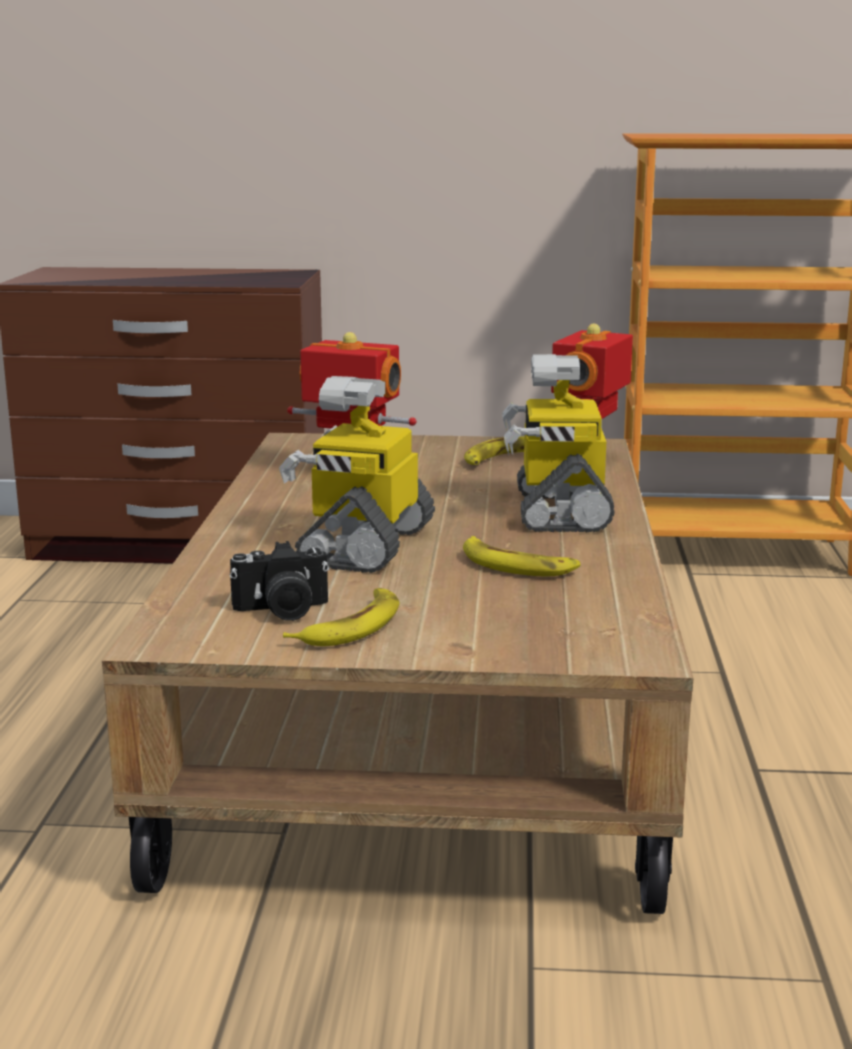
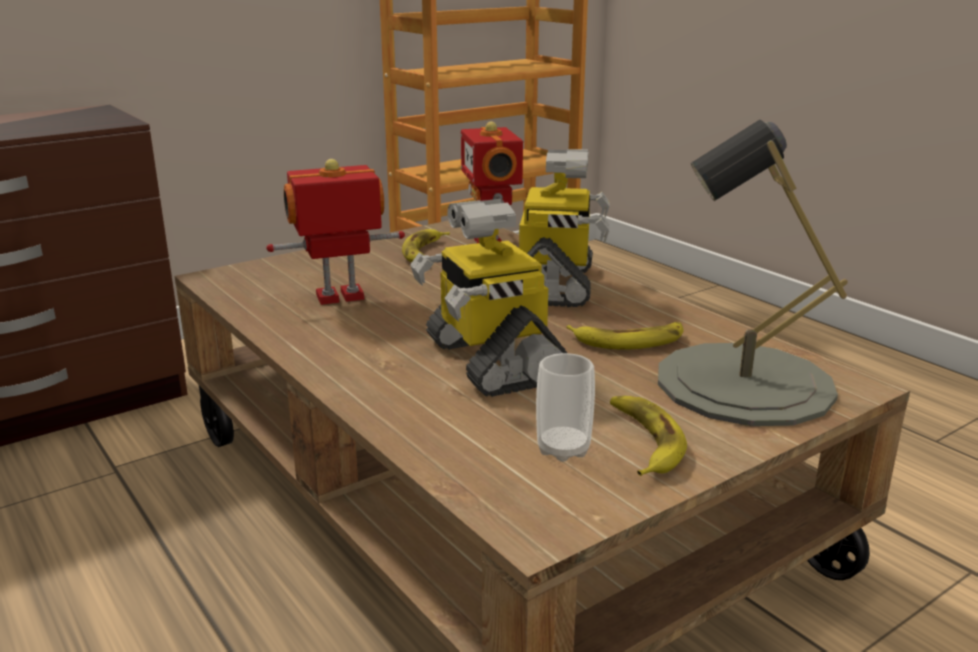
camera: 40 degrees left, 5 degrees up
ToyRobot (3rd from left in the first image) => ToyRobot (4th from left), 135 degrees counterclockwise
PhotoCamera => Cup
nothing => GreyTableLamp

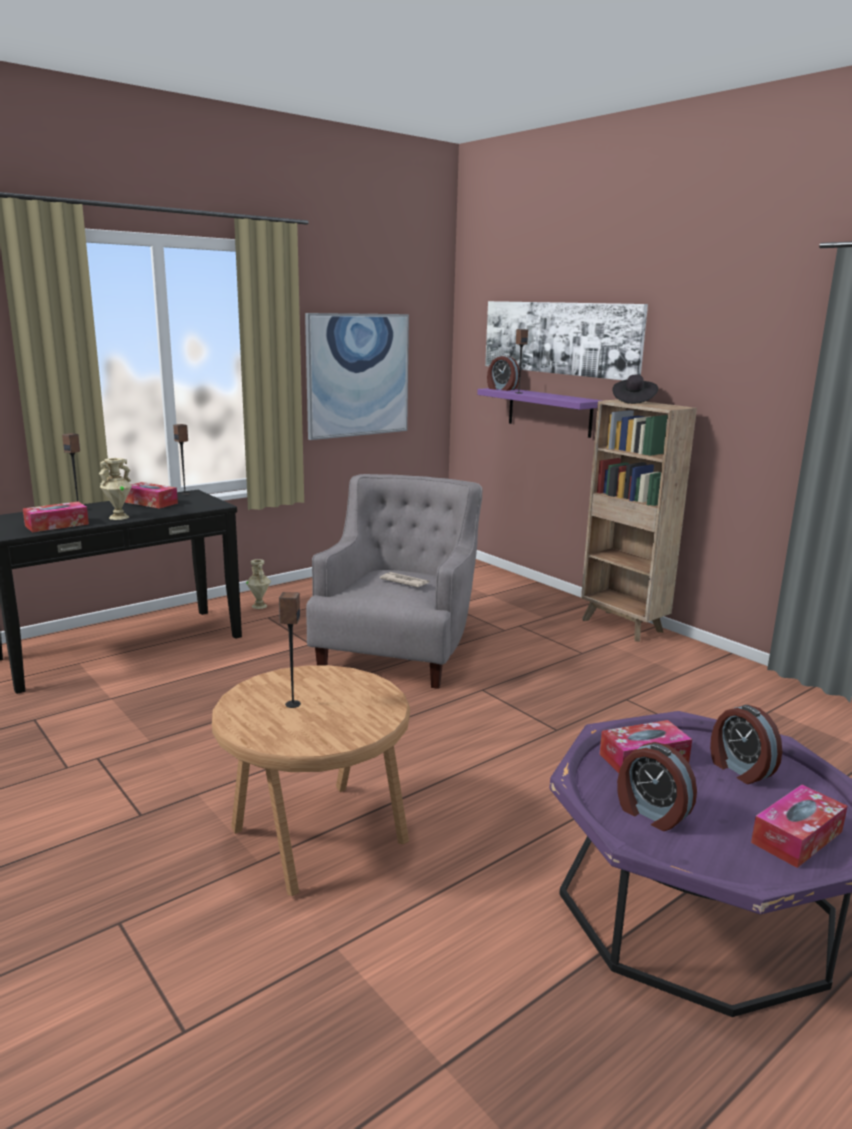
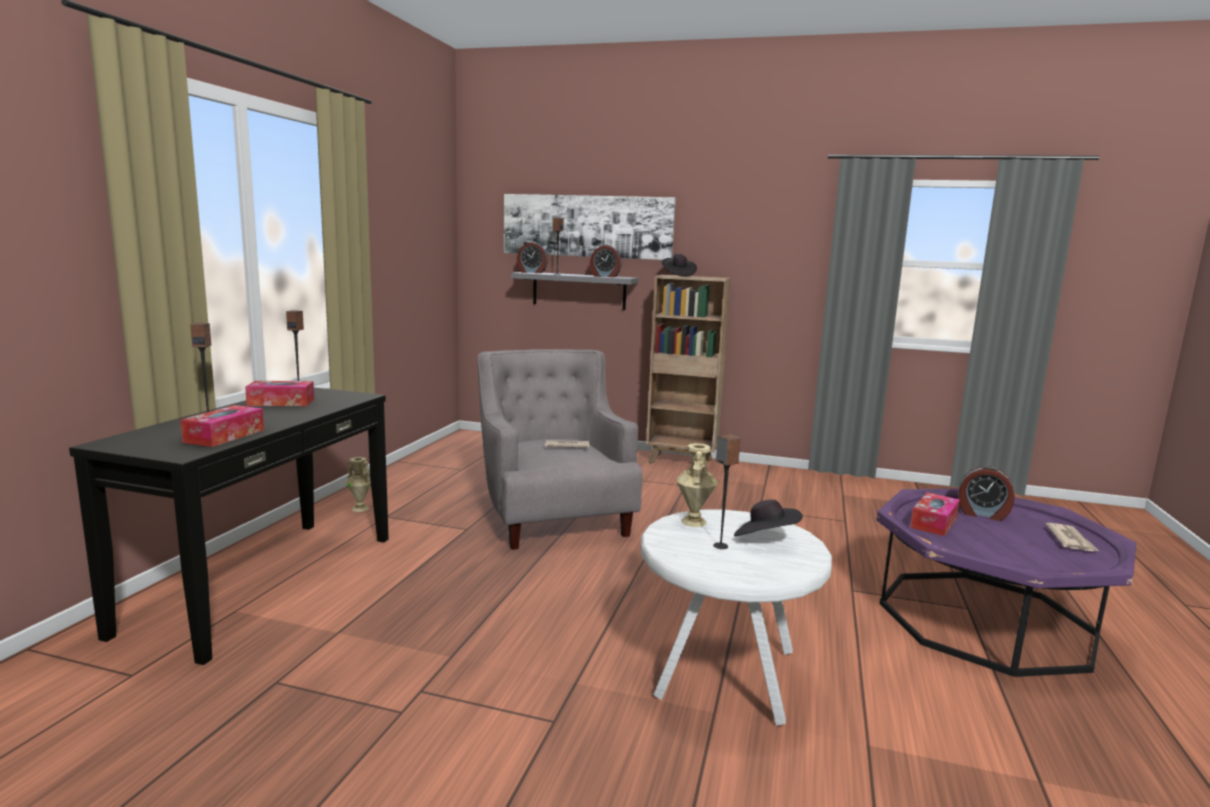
camera: 35 degrees left, 5 degrees down
PurpleShelf => GreyShelf
AlarmClock (2nd from left), moved
BrownSideTable => WhiteSideTable
BeigeVase (1st from left in the first image) => BeigeVase (2nd from left), moved
nothing => BlackHat (2nd from left)
TissueBox (4th from left) => Newspaper (2nd from left)
Picture (1st from left) => nothing

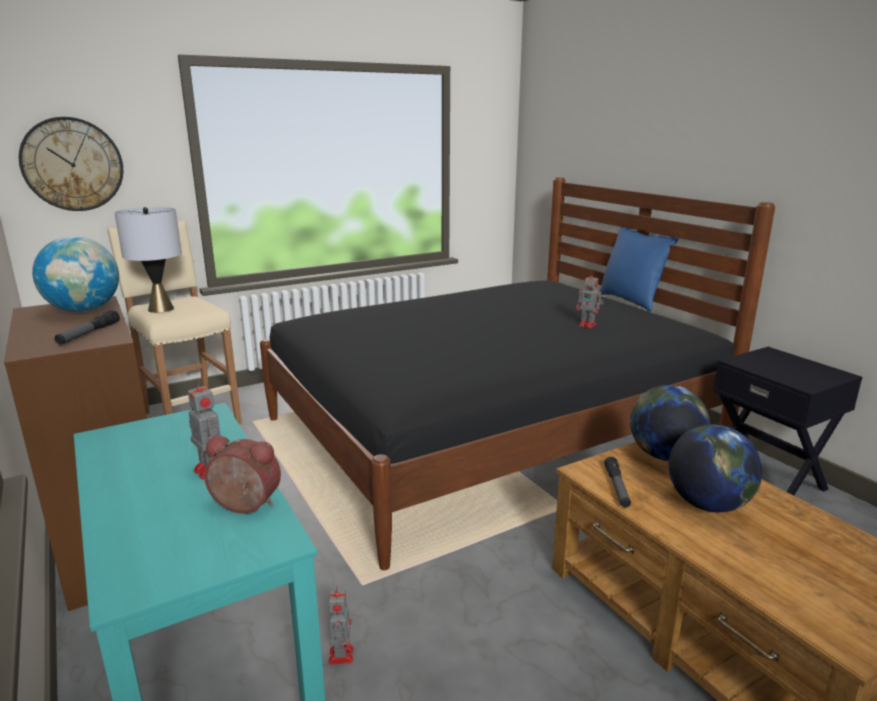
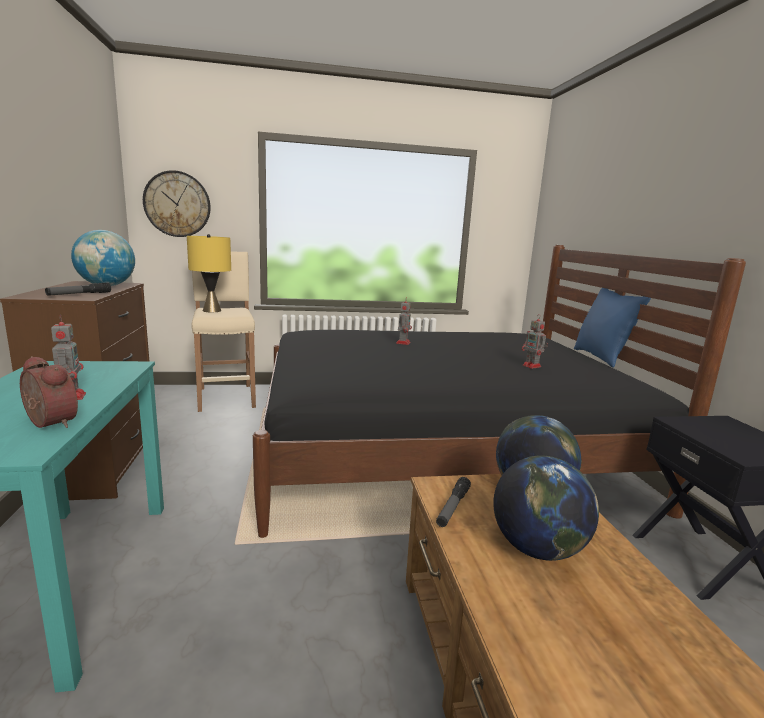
camera: 20 degrees right, 5 degrees down
GreyTableLamp => YellowTableLamp
ToyRobot (2nd from left), moved

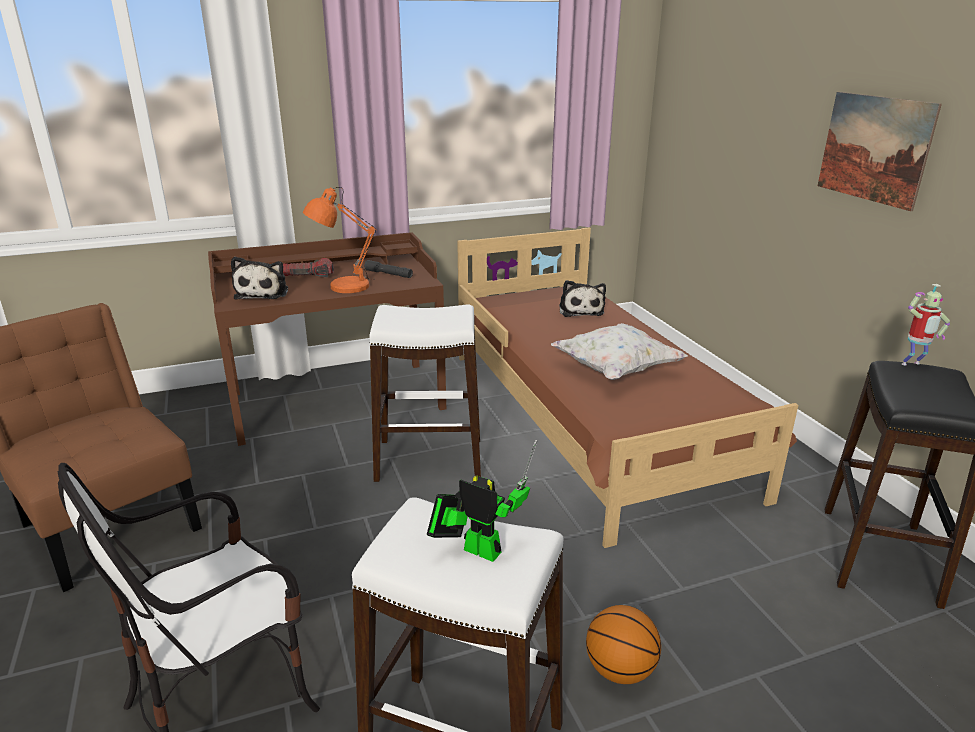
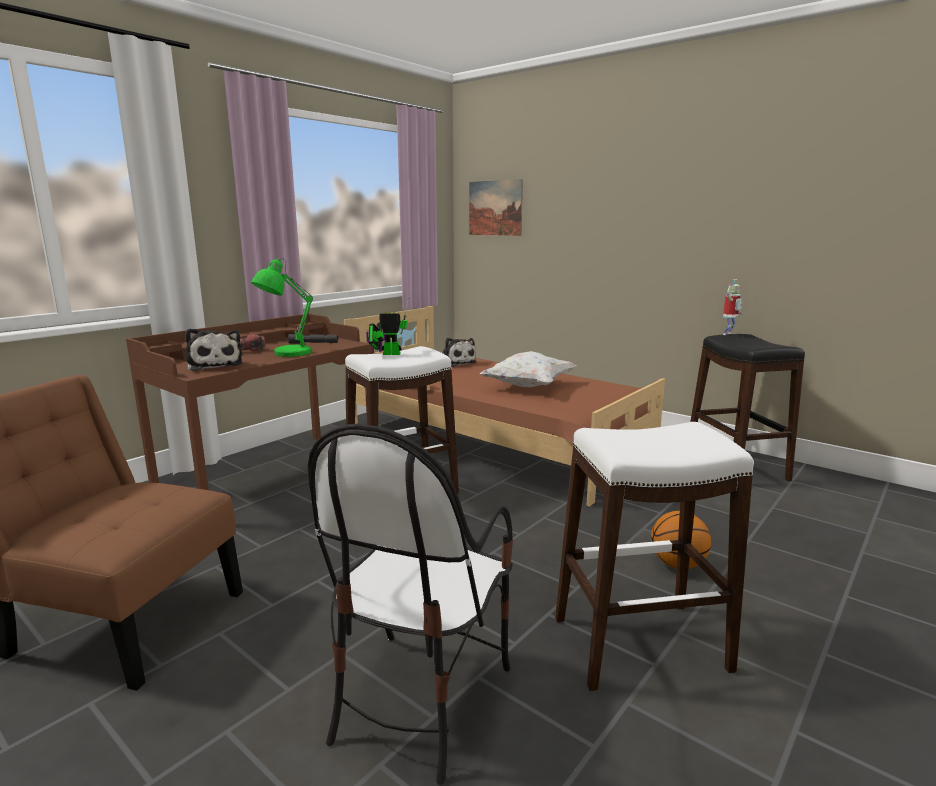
camera: 30 degrees left, 10 degrees down
OrangeTableLamp => GreenTableLamp
ToyRobot (1st from left), moved
Picture, moved

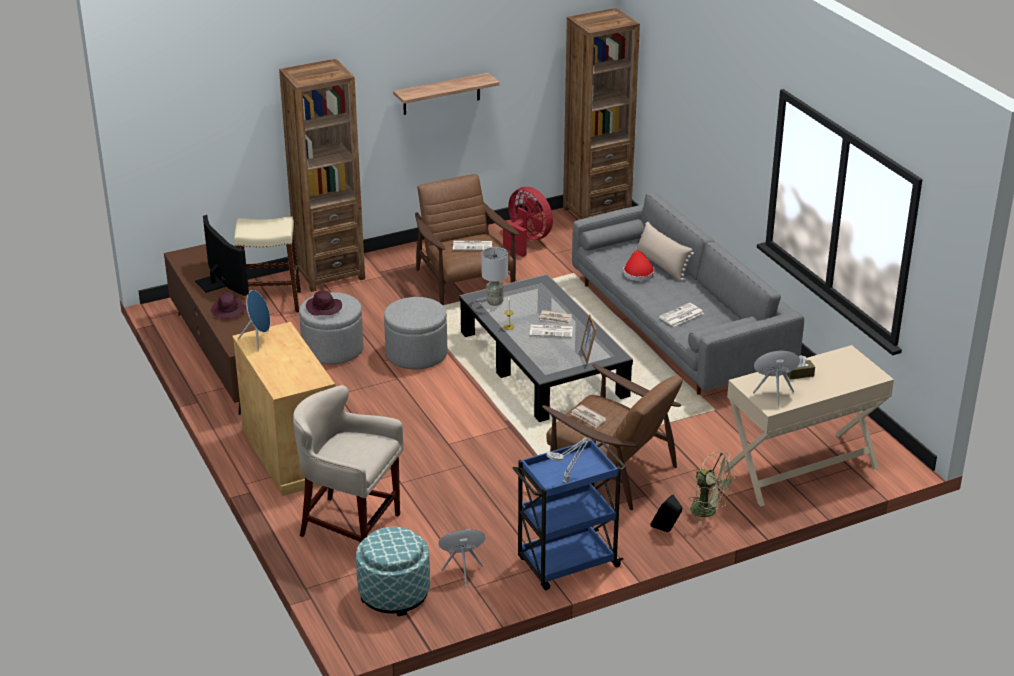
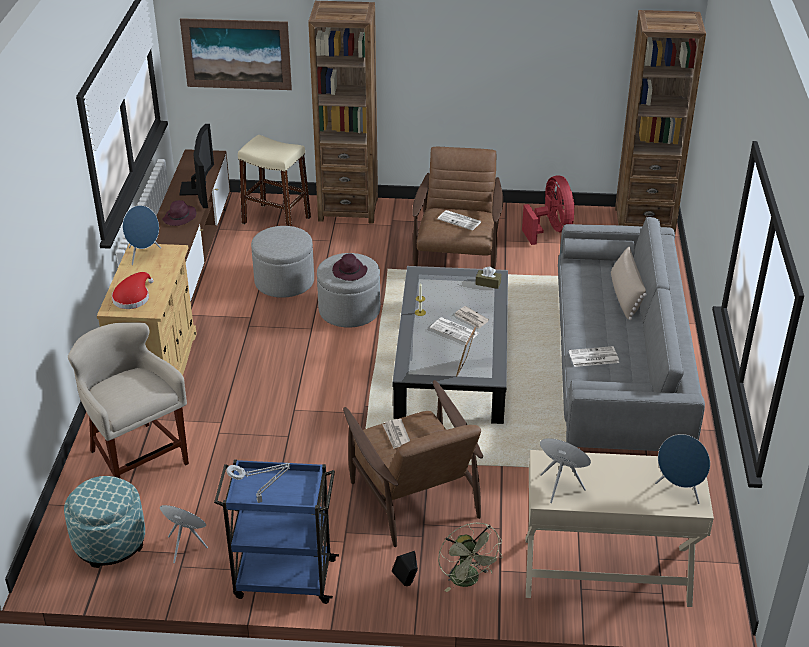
camera: 30 degrees right, 5 degrees up
RedHat, moved
nothing => Picture
PurpleHat (2nd from left), moved
BrownTissueBox, moved
nothing => BlueSpeaker (4th from left)
Shelf => nothing
GreyTableLamp (1st from left) => nothing

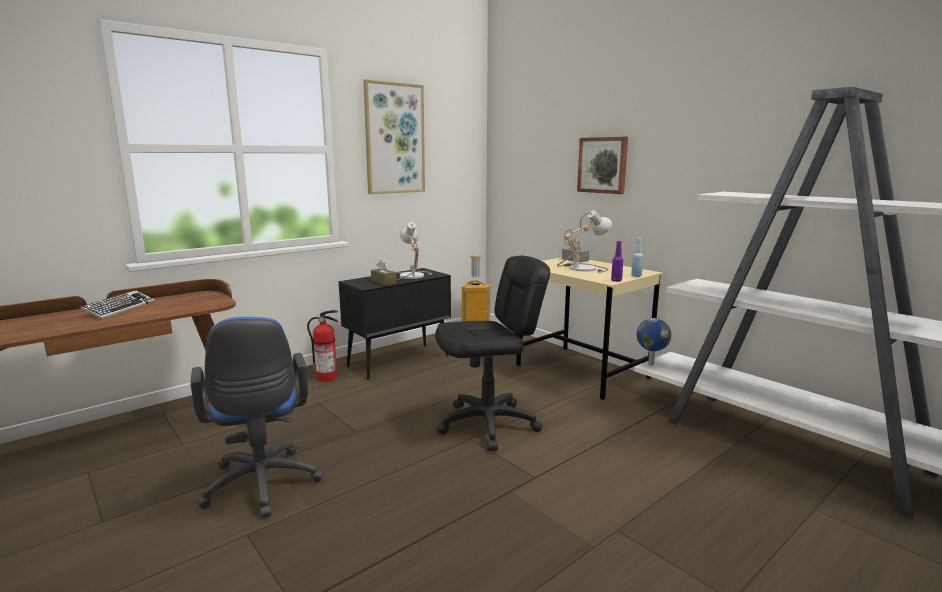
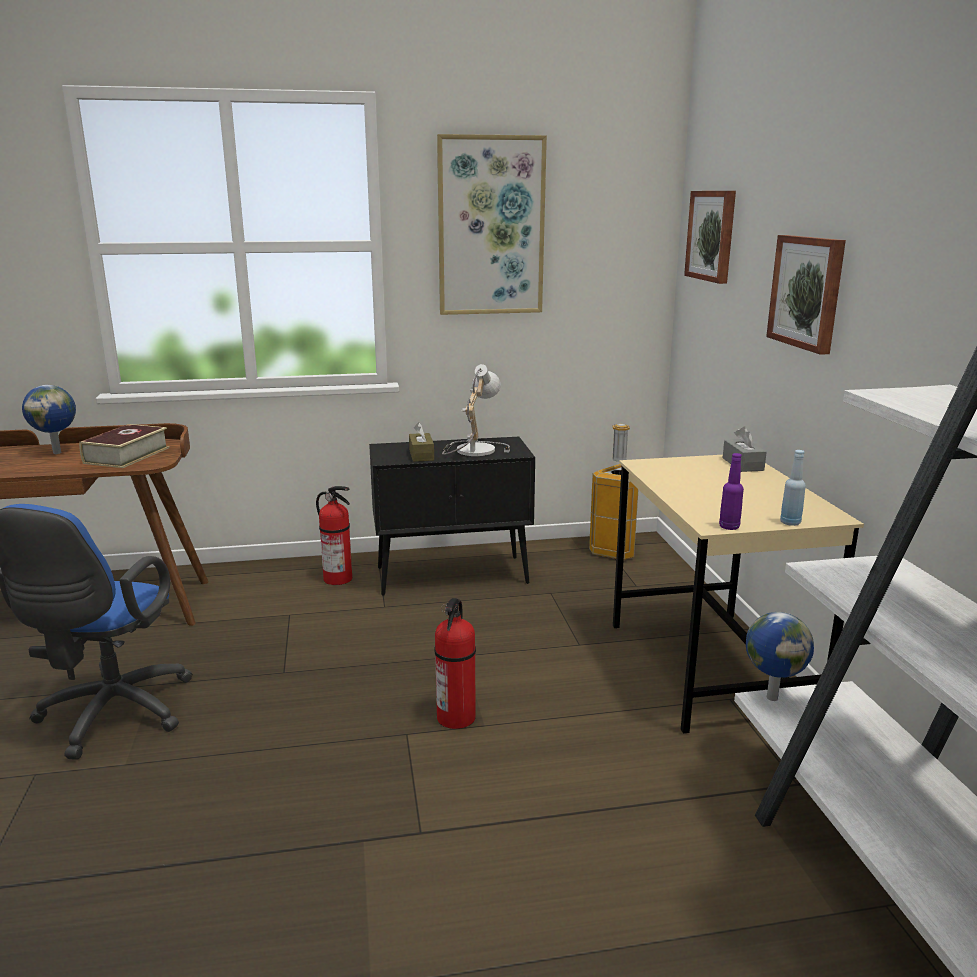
camera: 30 degrees right, 5 degrees up
Keyboard => Globe (1st from left)
nothing => Book
BlackOfficeChair => FireExtinguisher (2nd from left)
nothing => Picture (2nd from left)
TableLamp (2nd from left) => nothing

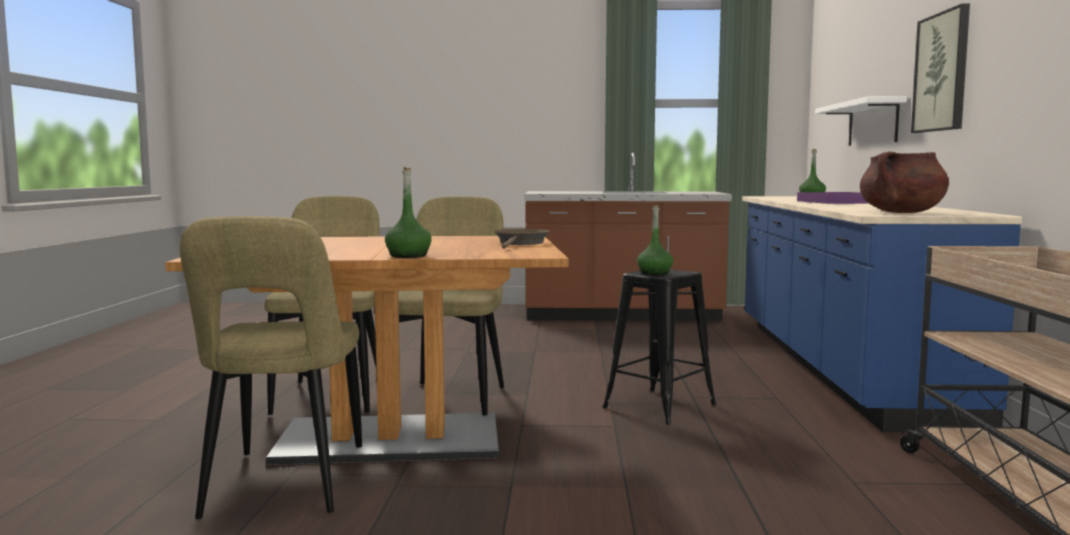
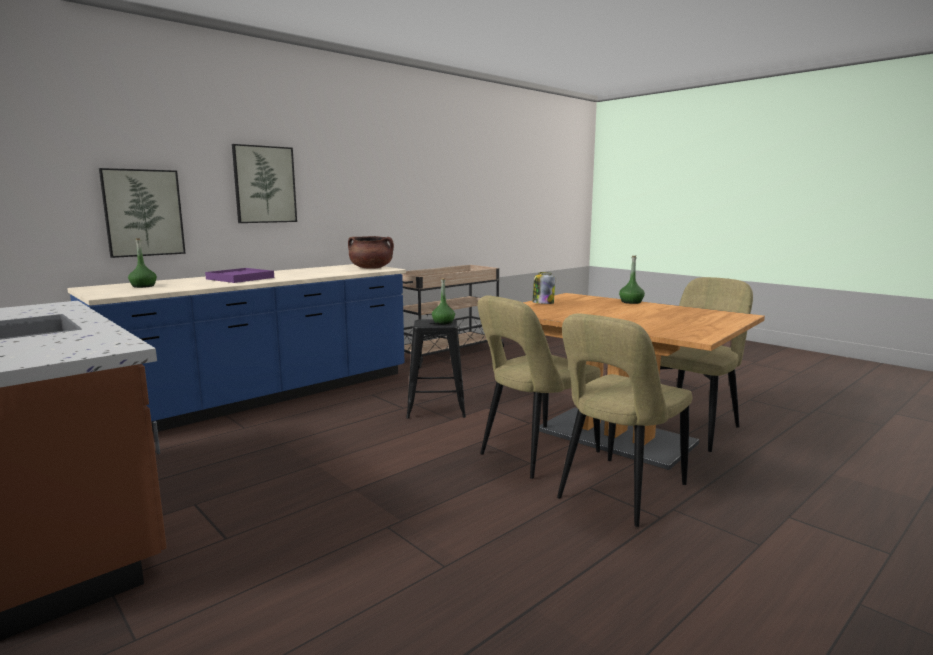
camera: 135 degrees left, 5 degrees up
WhiteShelf => Picture (1st from left)
BrownFryingPan => Jar

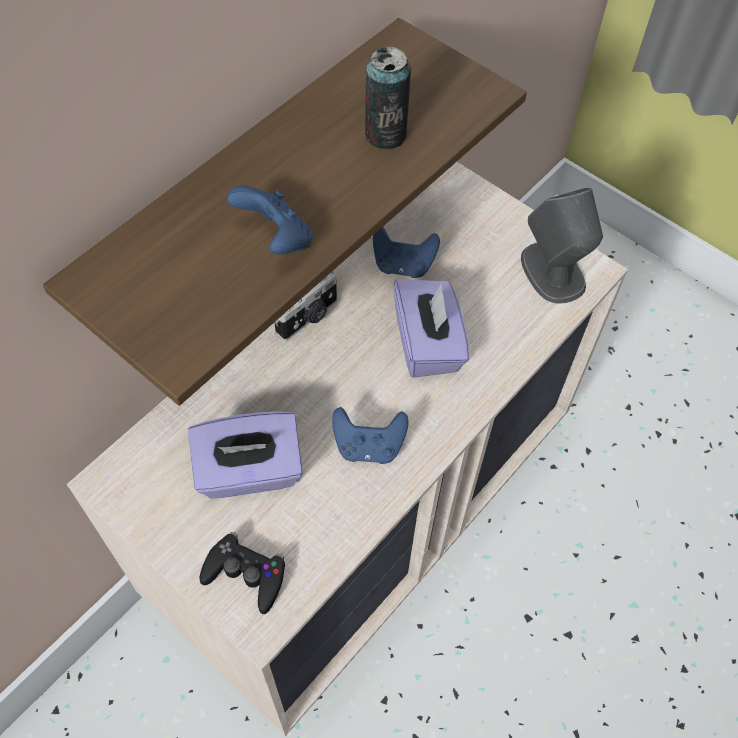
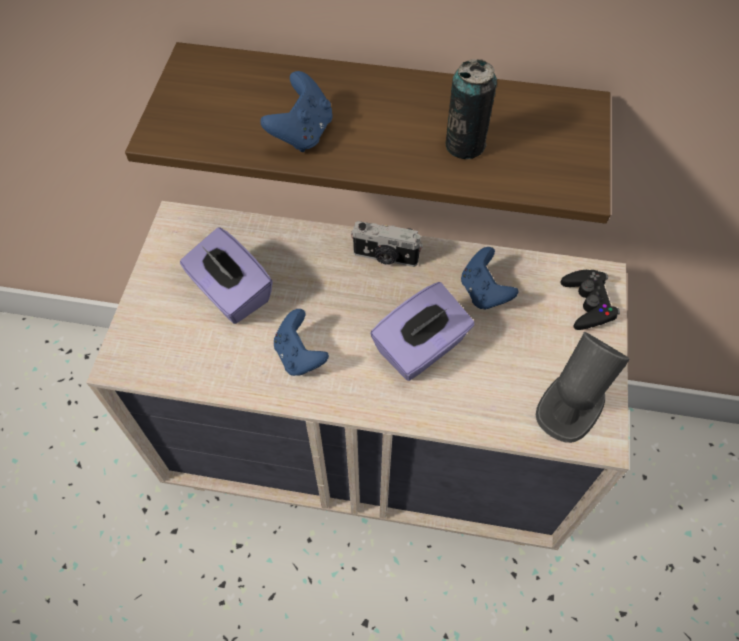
camera: 60 degrees right, 0 degrees up
BlackGameController, moved

